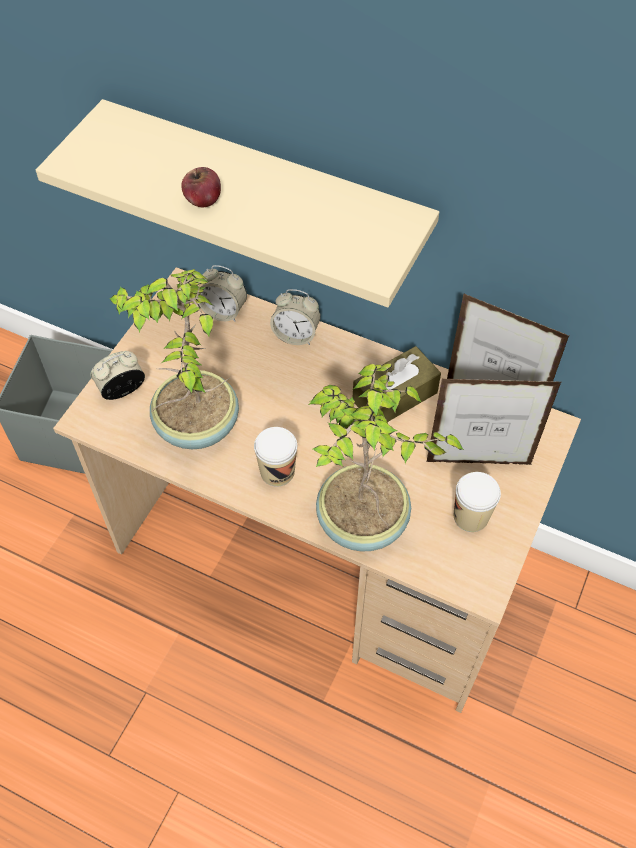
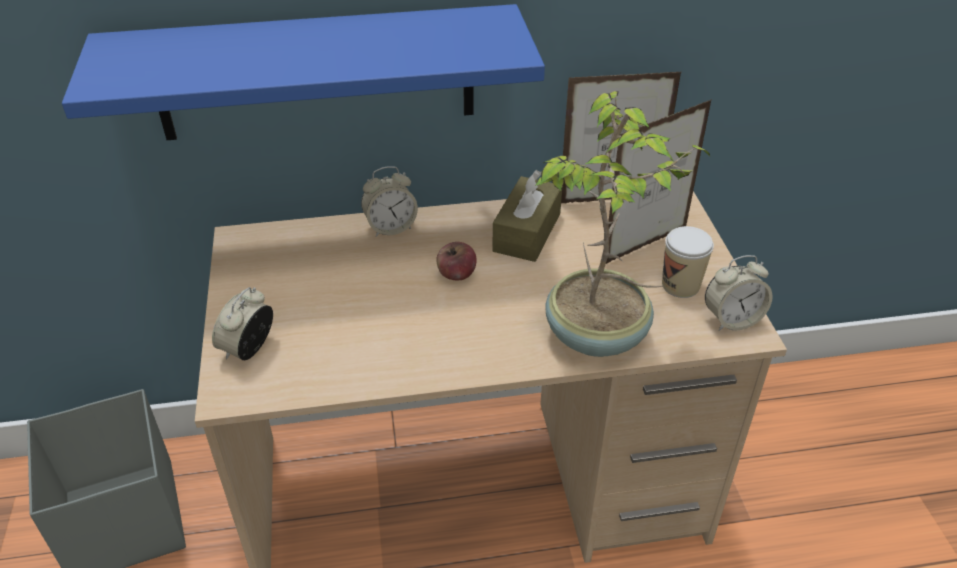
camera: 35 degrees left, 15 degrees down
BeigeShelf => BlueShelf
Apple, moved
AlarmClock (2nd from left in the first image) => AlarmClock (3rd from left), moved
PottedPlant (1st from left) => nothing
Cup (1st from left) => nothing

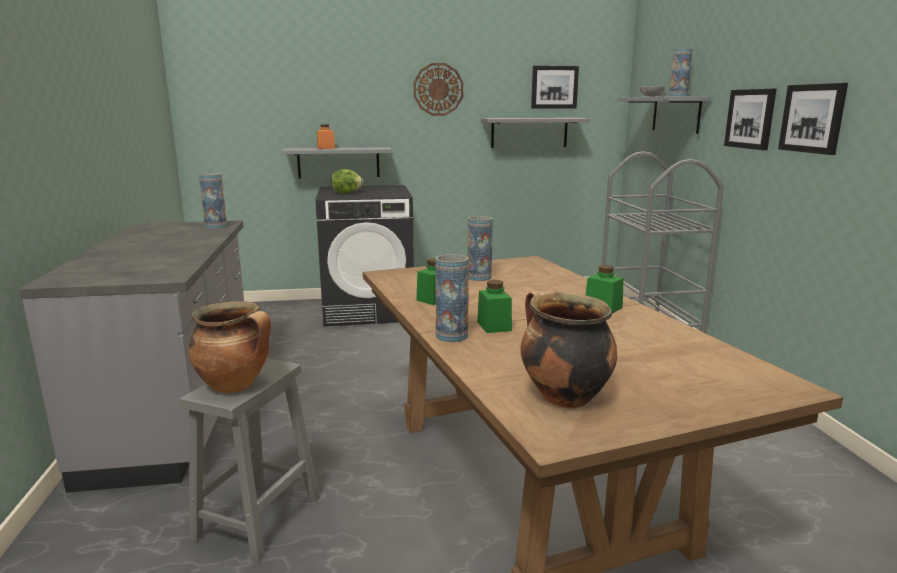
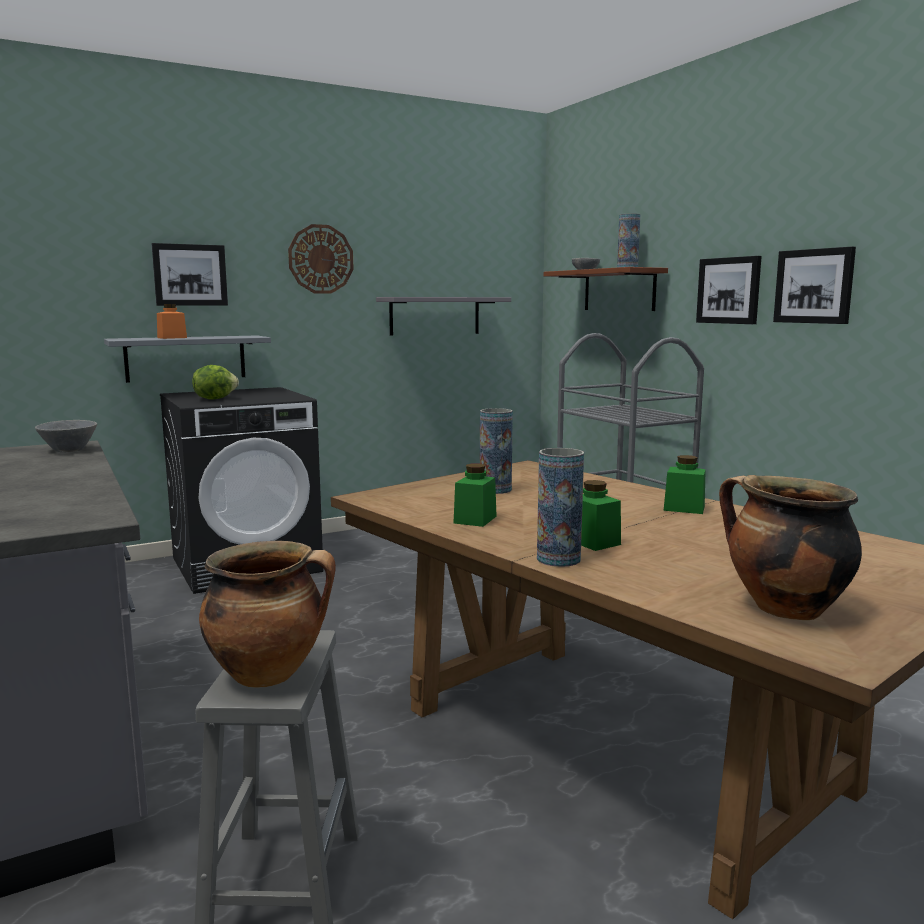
camera: 20 degrees left, 5 degrees down
Vase (1st from left) => GreyBowl (1st from left)
Picture (1st from left), moved
GreyShelf (3rd from left) => BrownShelf

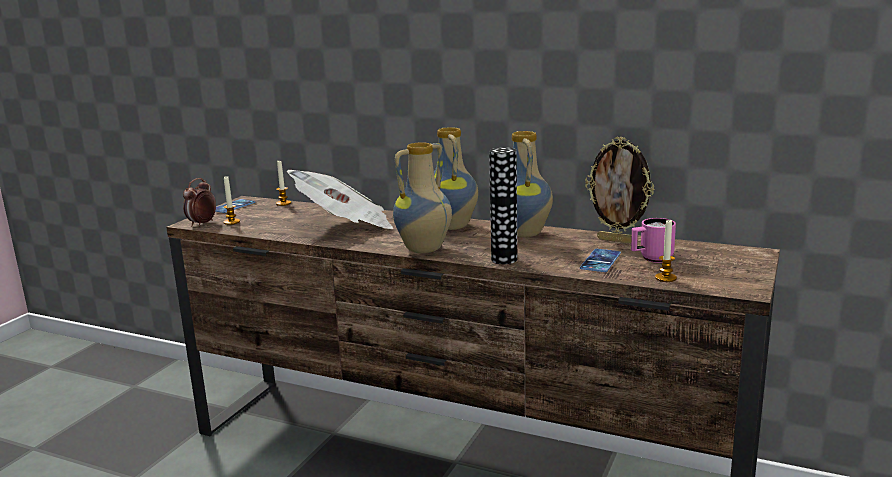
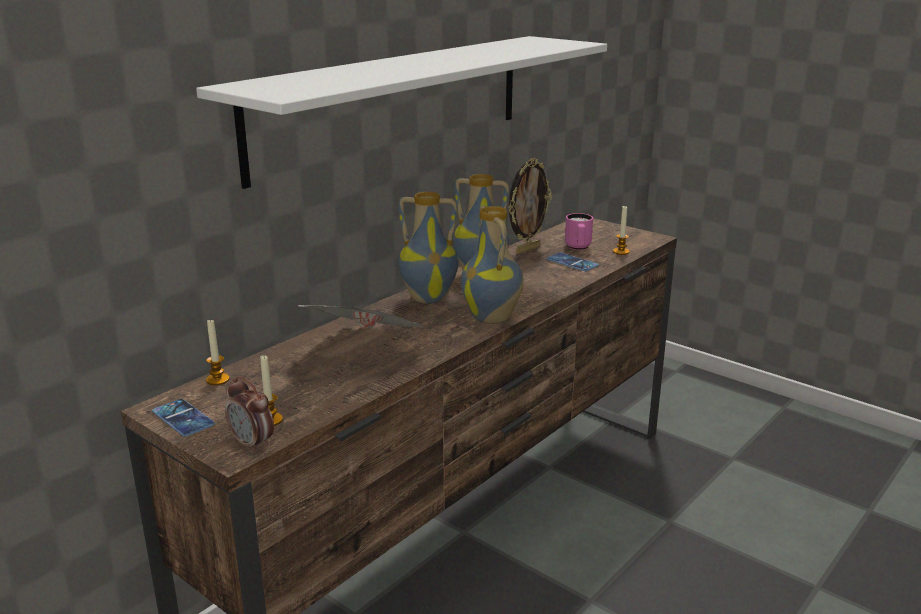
camera: 75 degrees left, 5 degrees up
nothing => WhiteShelf
Vase (3rd from left) => nothing

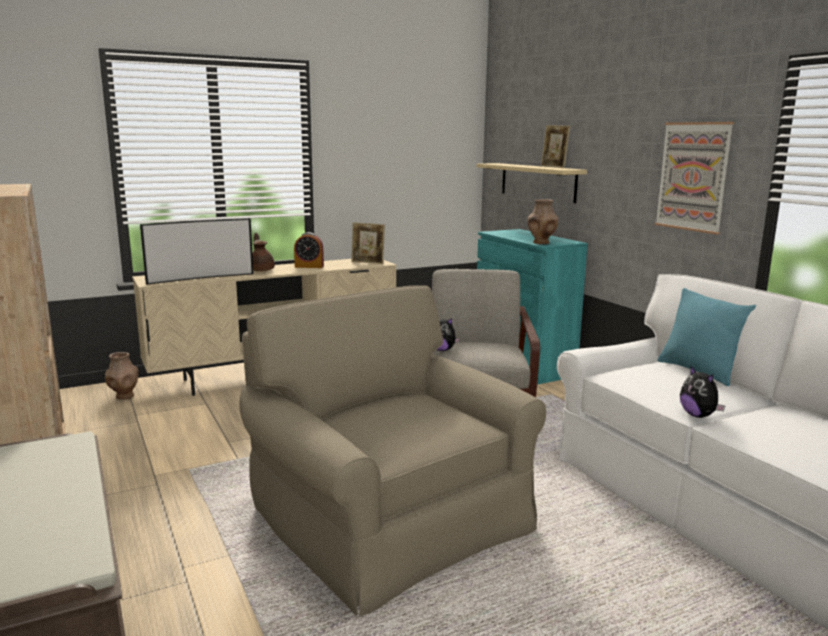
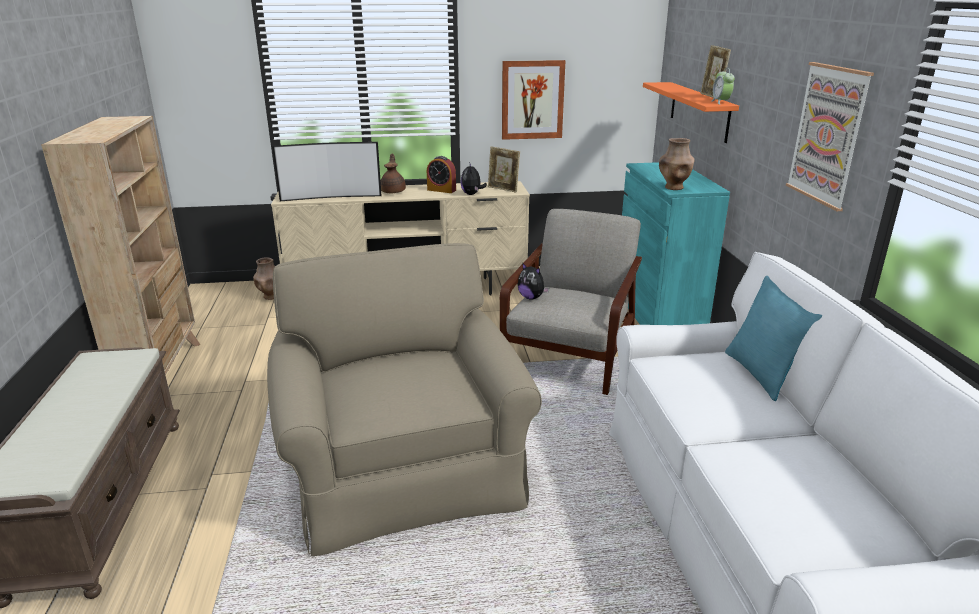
camera: 20 degrees right, 10 degrees up
PlushToy (2nd from left in the first image) => PlushToy (1st from left), moved
nothing => Picture (1st from left)
BeigeShelf => OrangeShelf
nothing => AlarmClock (2nd from left)

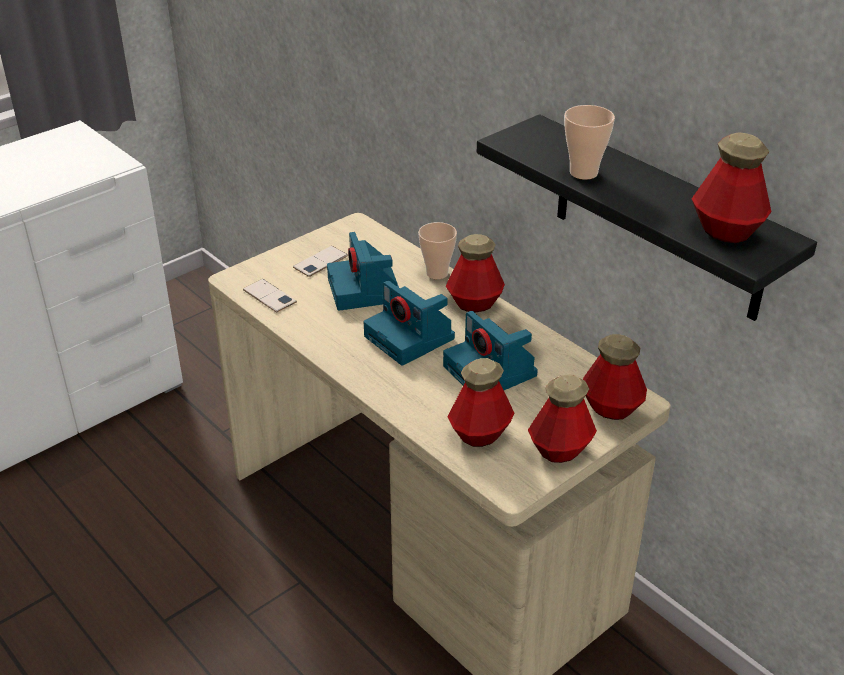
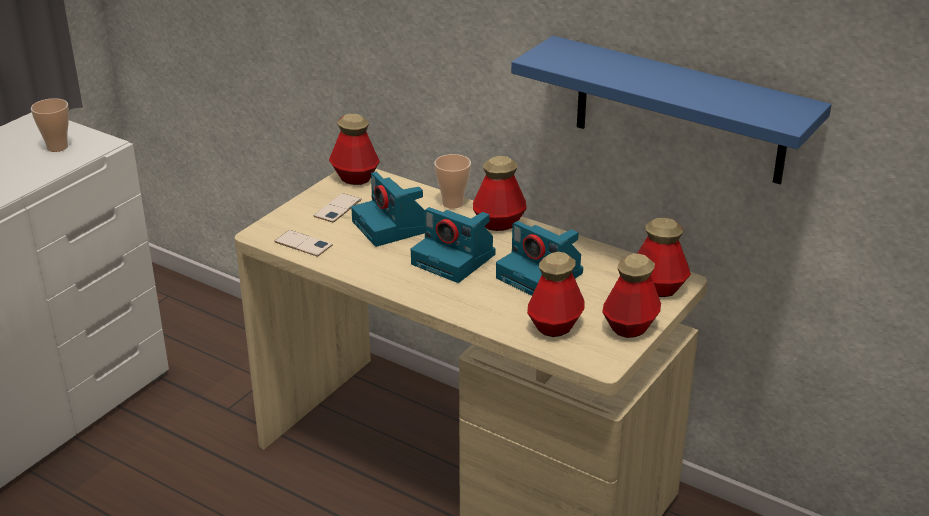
camera: 15 degrees left, 5 degrees down
Cup (2nd from left in the first image) => Cup (1st from left), moved
Bottle (5th from left in the first image) => Bottle (1st from left), moved
BlackShelf => BlueShelf

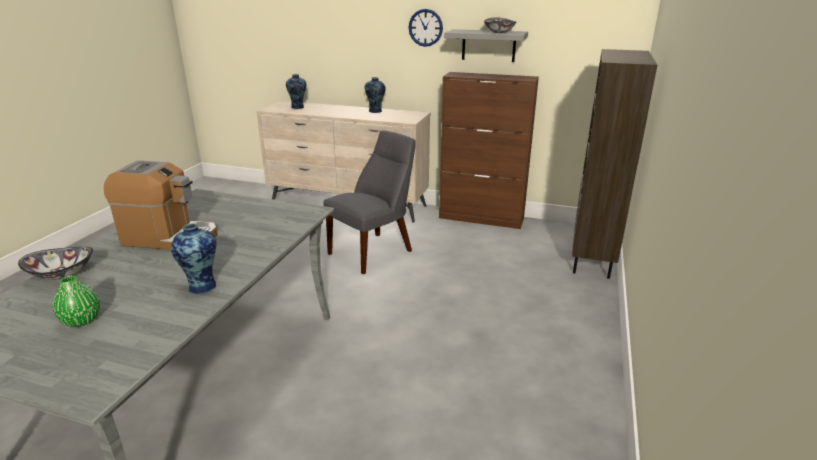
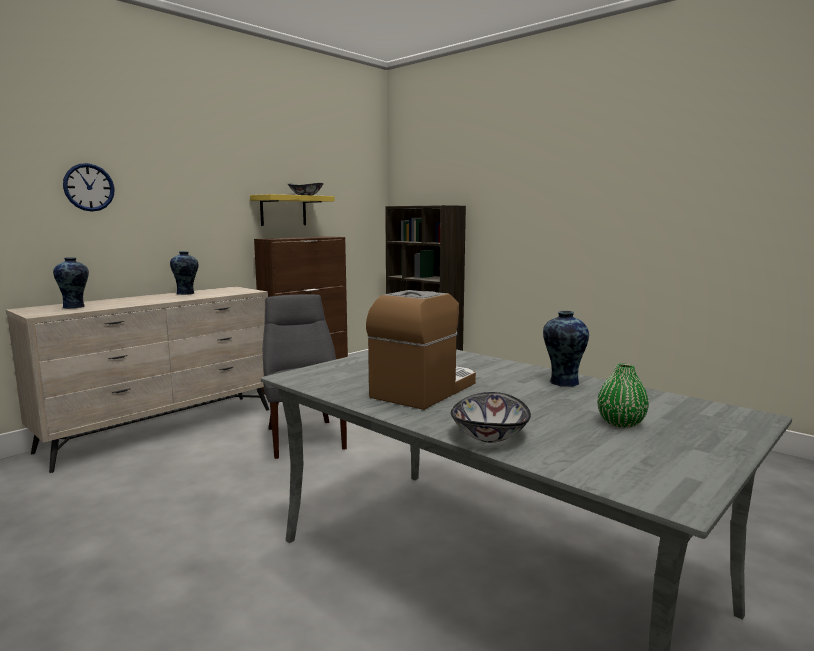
camera: 65 degrees left, 15 degrees down
WallClock, moved
GreyShelf => YellowShelf

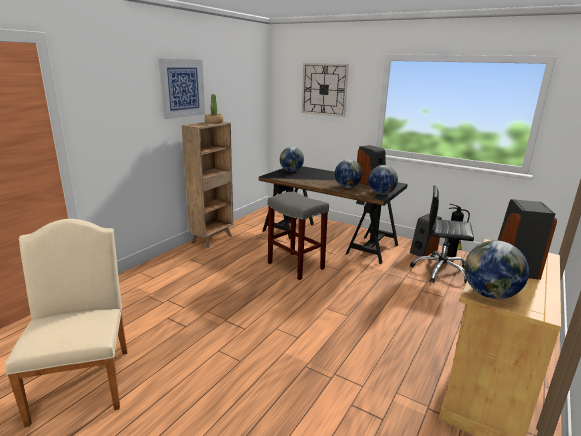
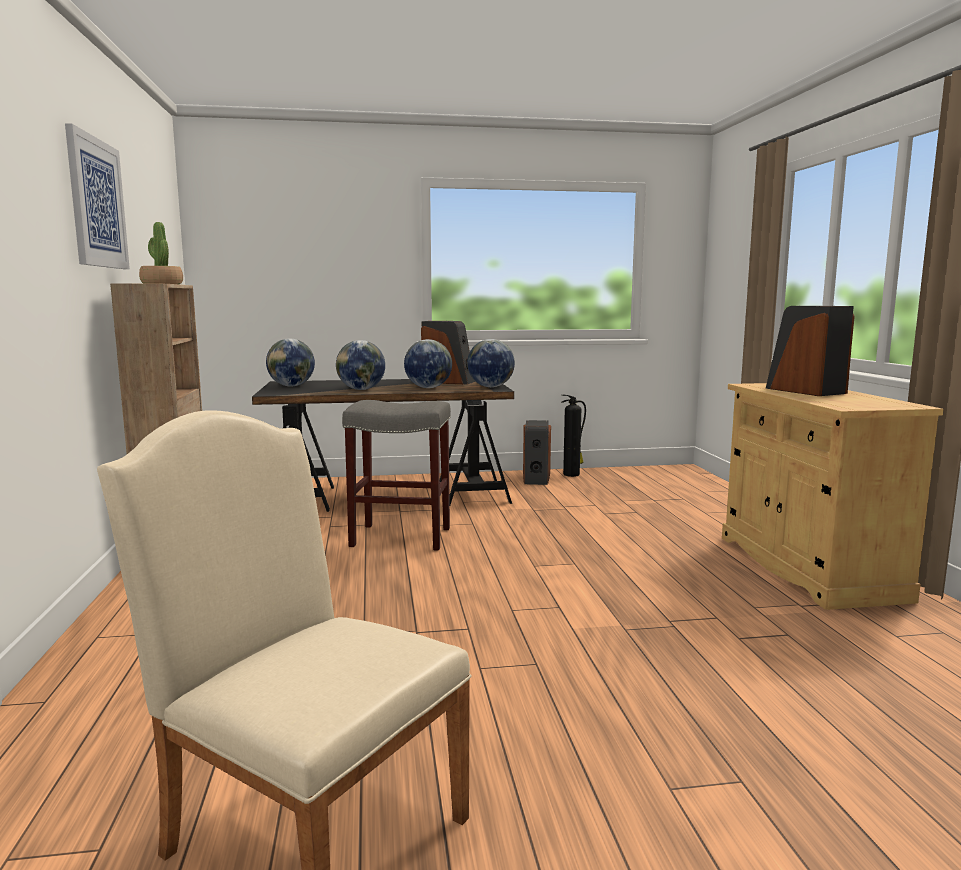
camera: 40 degrees left, 10 degrees down
Globe (4th from left in the first image) => Globe (2nd from left), moved
WallClock => nothing
BlackOfficeChair => nothing

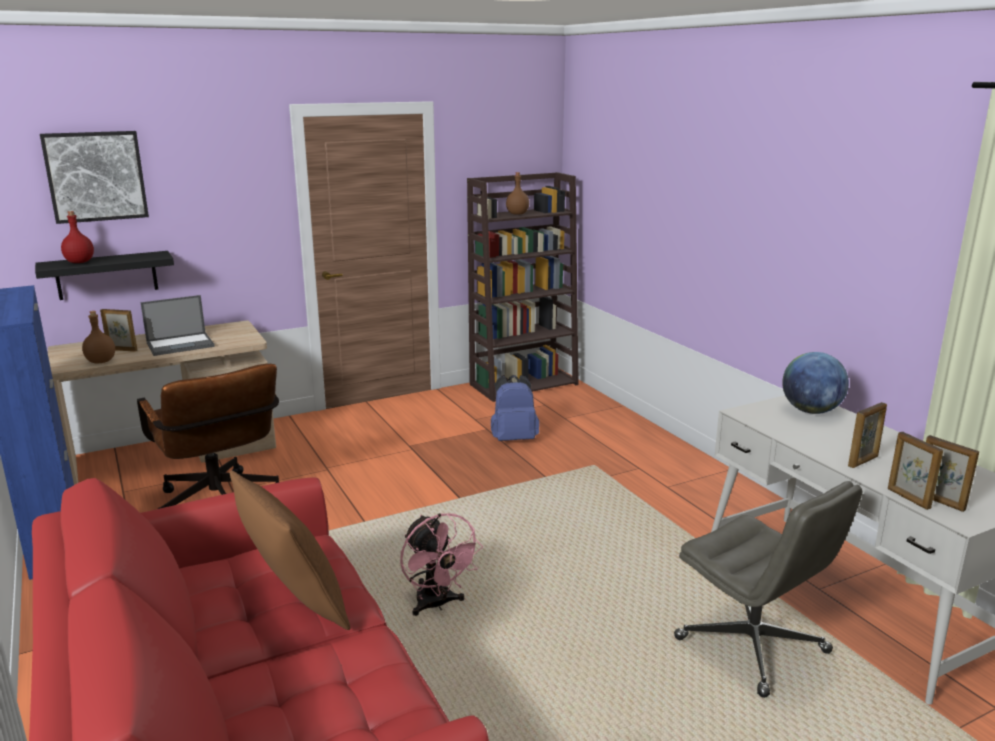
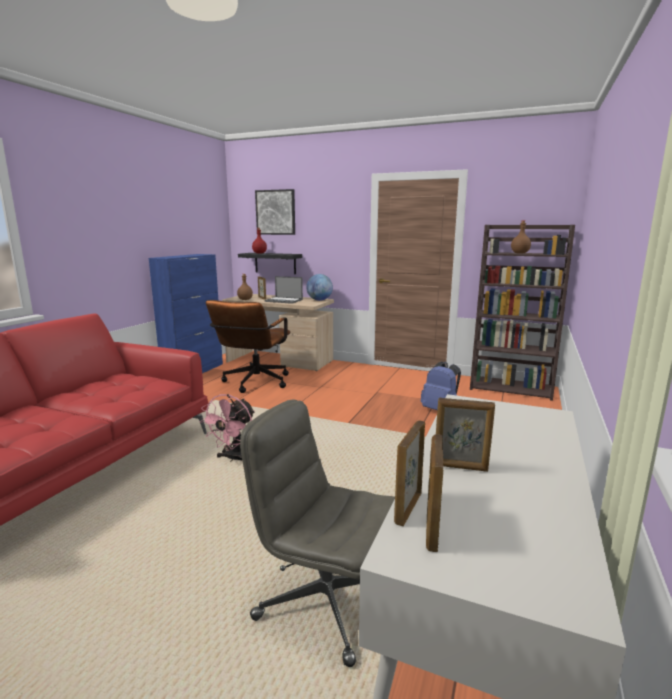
camera: 50 degrees right, 5 degrees down
GreyOfficeChair, 105 degrees clockwise
Globe, moved
BrownPillow => nothing

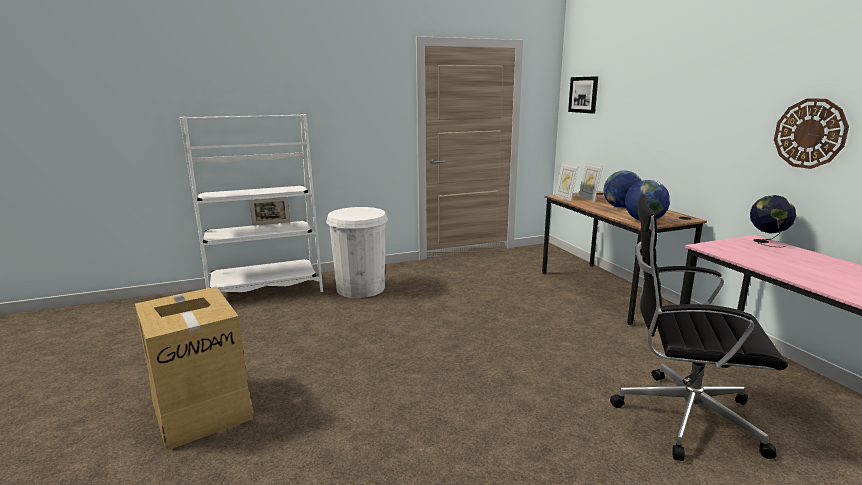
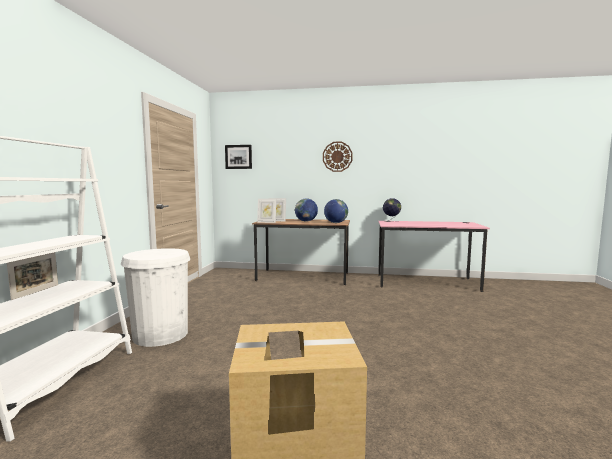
camera: 60 degrees left, 10 degrees down
WallClock, moved
BlackOfficeChair => nothing

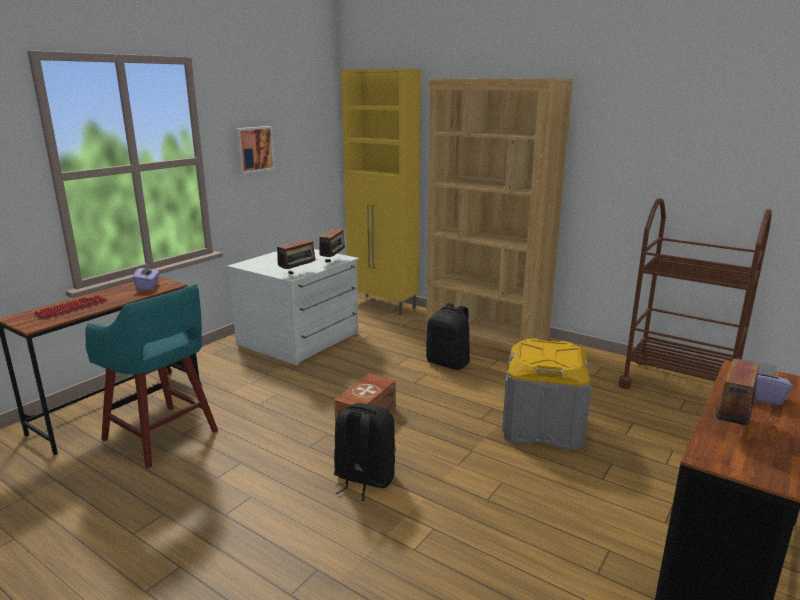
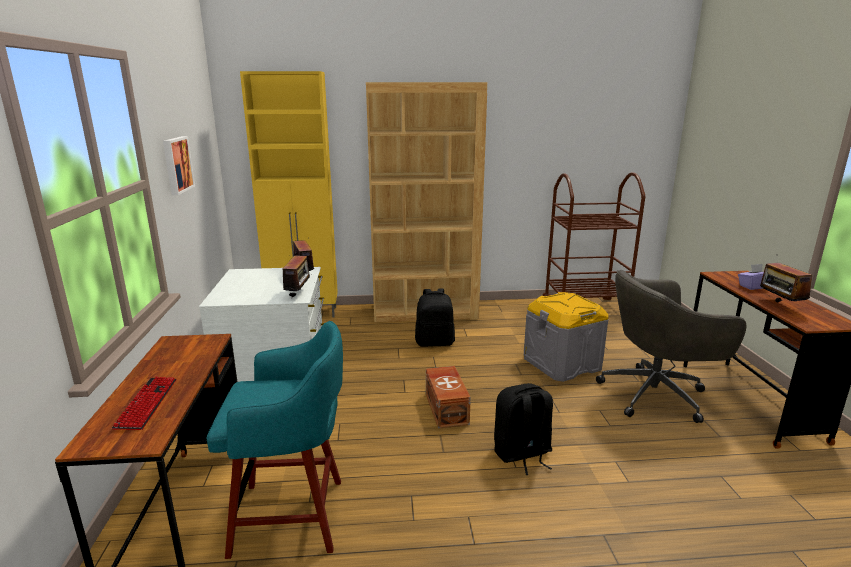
camera: 40 degrees left, 0 degrees up
nothing => GreyOfficeChair
PurpleTissueBox (1st from left) => nothing

